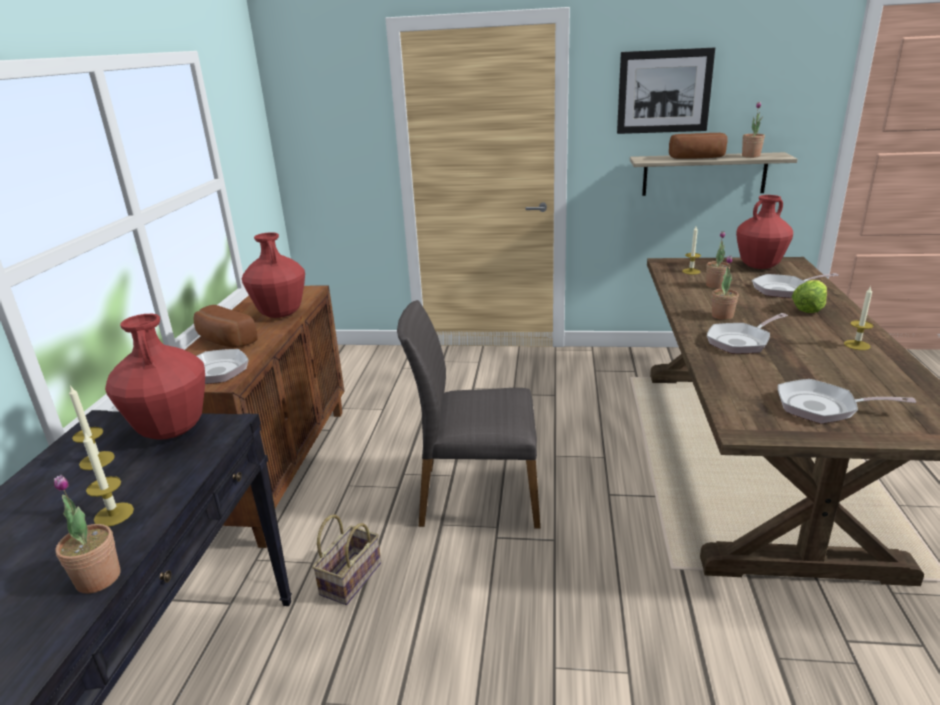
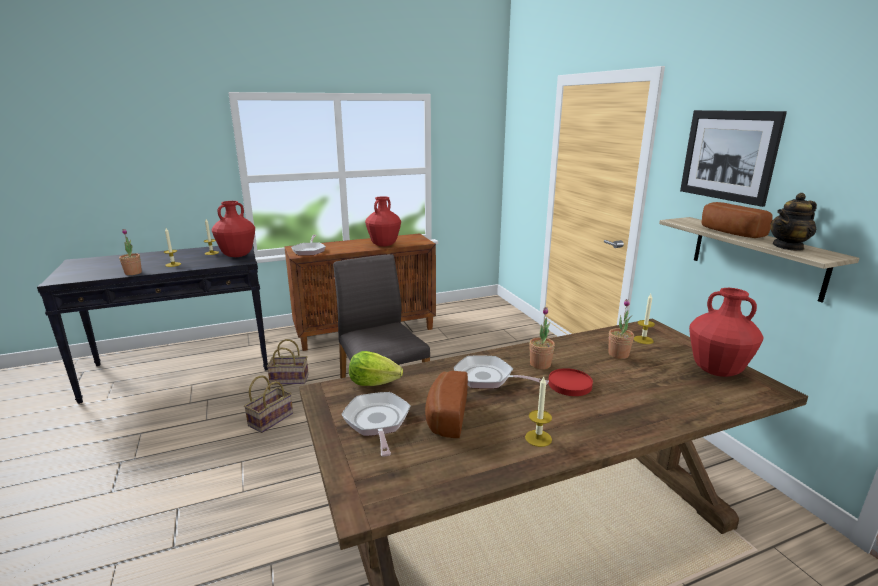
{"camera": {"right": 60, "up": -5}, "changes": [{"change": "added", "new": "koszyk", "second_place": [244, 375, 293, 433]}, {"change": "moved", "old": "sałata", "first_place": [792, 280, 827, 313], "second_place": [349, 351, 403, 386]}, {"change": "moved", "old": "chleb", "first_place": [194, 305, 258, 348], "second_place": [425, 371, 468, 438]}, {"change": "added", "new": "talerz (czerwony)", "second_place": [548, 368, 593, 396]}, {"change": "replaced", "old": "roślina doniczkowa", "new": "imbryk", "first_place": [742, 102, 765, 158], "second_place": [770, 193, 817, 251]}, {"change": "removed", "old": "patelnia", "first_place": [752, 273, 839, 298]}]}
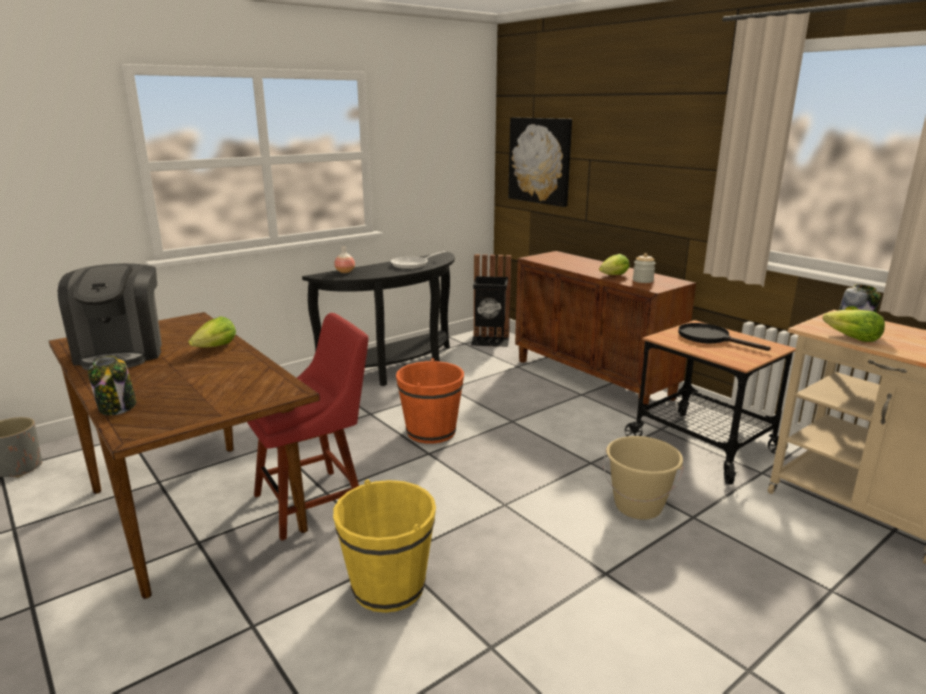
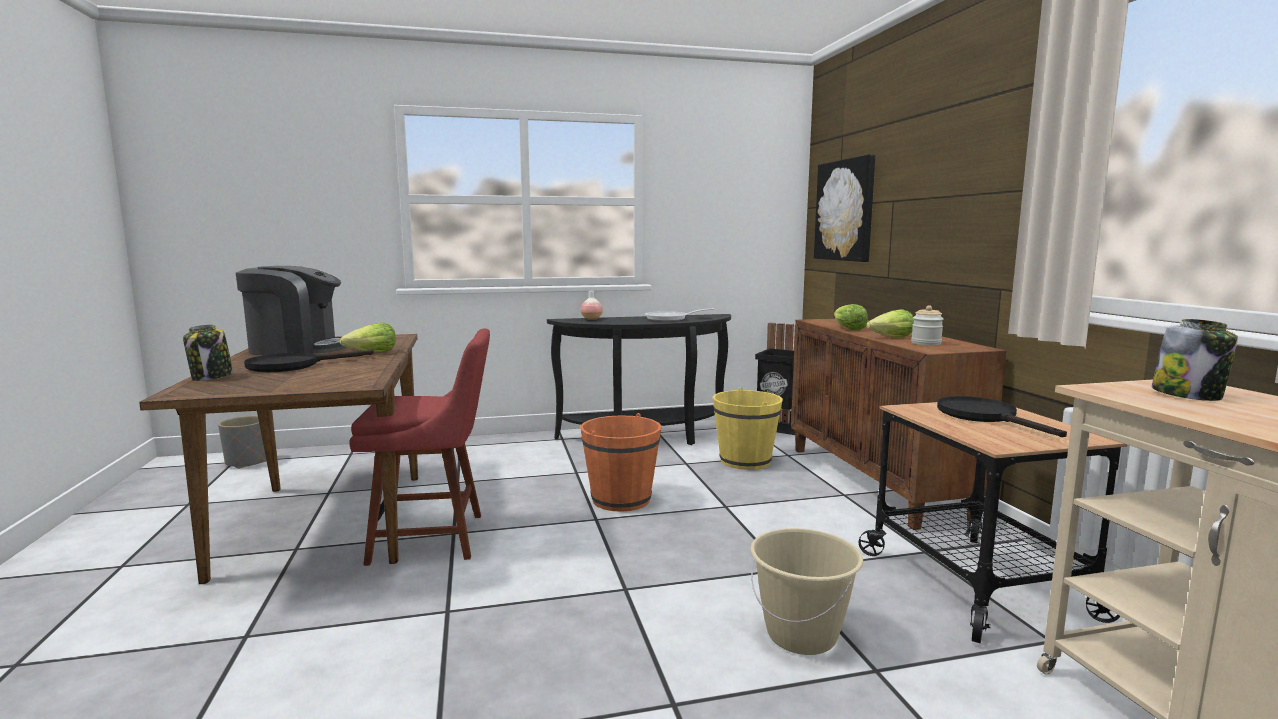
{"camera": {"right": 25, "up": -10}, "changes": [{"change": "turned", "old": "ekspres do kawy", "first_place": [58, 263, 162, 370], "second_place": [236, 266, 347, 355], "degrees": -105}, {"change": "added", "new": "patelnia (czarny)", "second_place": [244, 350, 374, 372]}, {"change": "moved", "old": "wiadro (żółty)", "first_place": [333, 479, 436, 613], "second_place": [713, 387, 783, 470]}, {"change": "moved", "old": "sałata", "first_place": [822, 309, 885, 342], "second_place": [834, 304, 868, 331]}]}
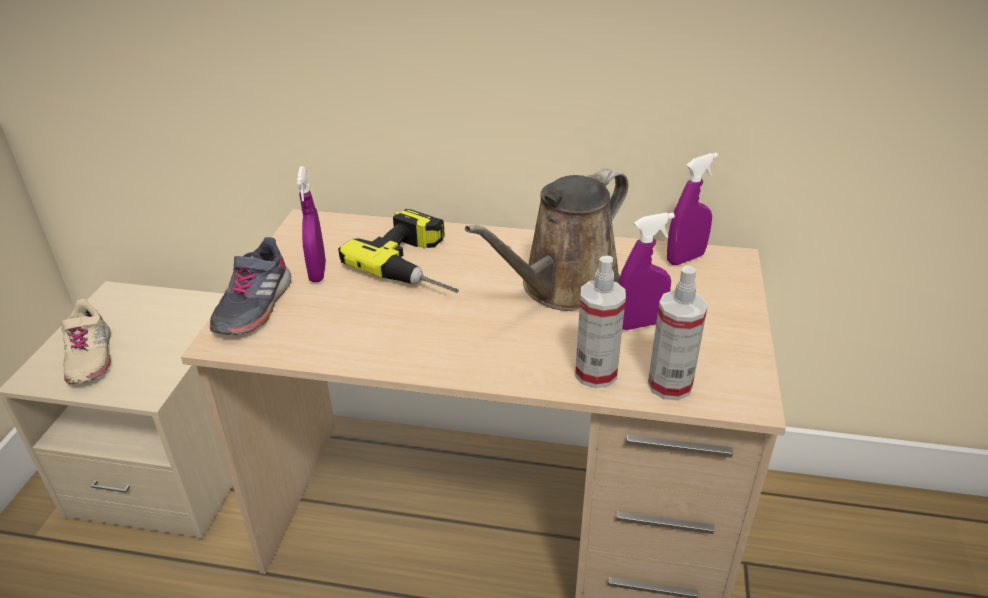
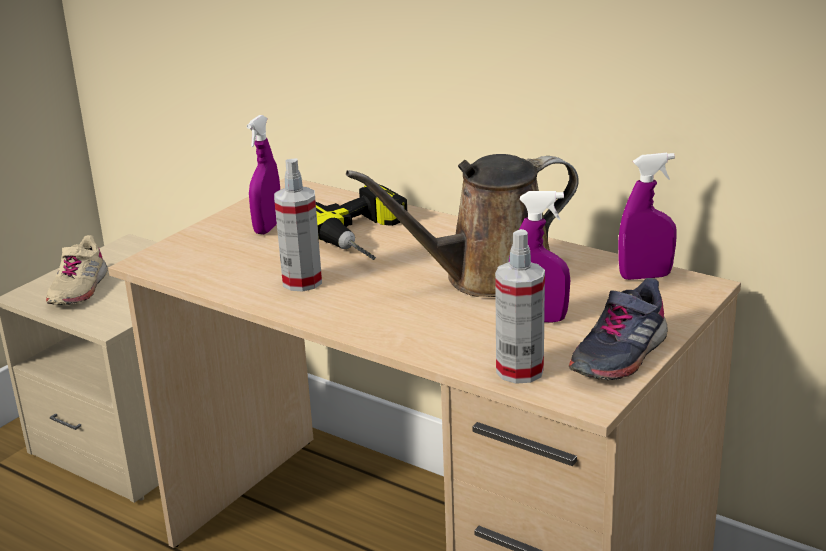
{"camera": {"right": 25, "up": -10}, "changes": [{"change": "moved", "old": "spryskiwacz", "first_place": [575, 256, 626, 388], "second_place": [274, 158, 322, 291]}, {"change": "moved", "old": "but (szary)", "first_place": [210, 237, 291, 335], "second_place": [569, 278, 668, 380]}]}
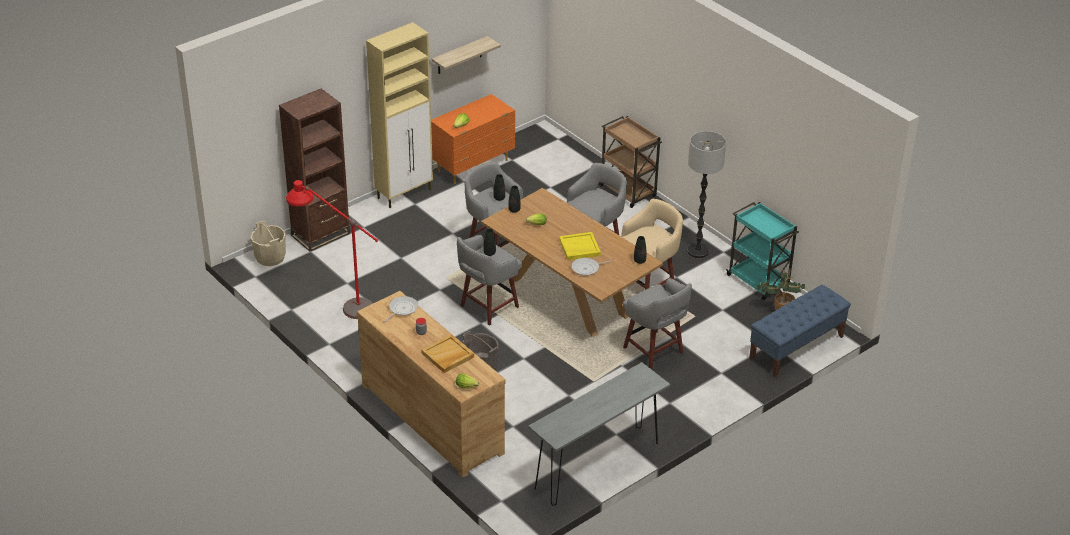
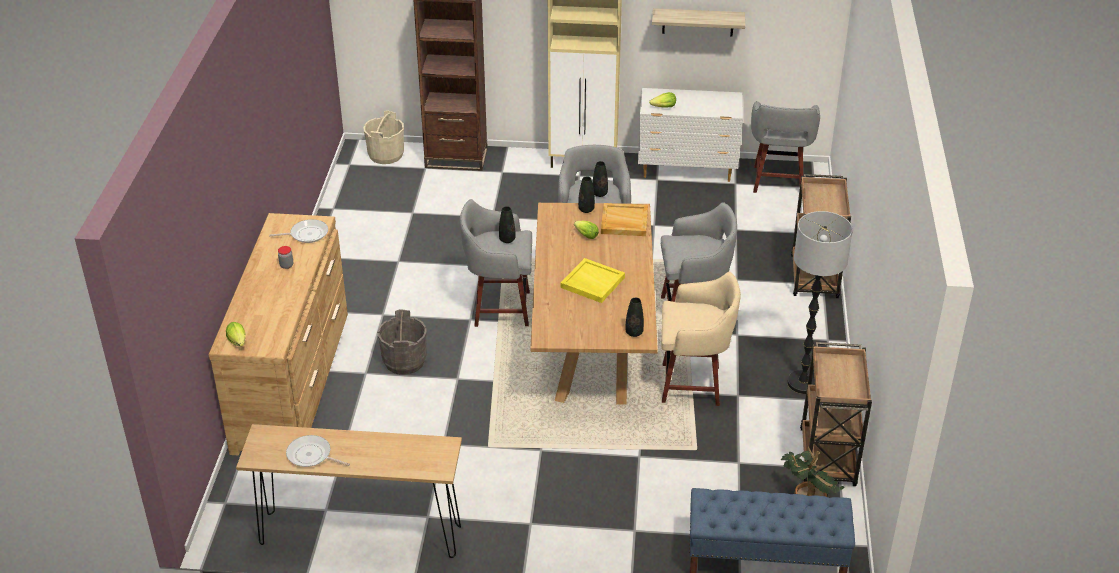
{"camera": {"right": 45, "up": 0}, "changes": [{"change": "recoloured", "old": "stolik konsolowy (szary)", "new": "stolik konsolowy (brązowy)", "first_place": [528, 362, 670, 506], "second_place": [236, 424, 462, 558]}, {"change": "moved", "old": "patelnia", "first_place": [572, 258, 612, 276], "second_place": [286, 435, 350, 467]}, {"change": "moved", "old": "taca (beżowy)", "first_place": [421, 334, 474, 373], "second_place": [601, 203, 648, 236]}, {"change": "recoloured", "old": "komoda (pomarańczowy)", "new": "komoda (biały)", "first_place": [431, 94, 515, 184], "second_place": [638, 88, 743, 182]}, {"change": "moved", "old": "stołek (szary)", "first_place": [623, 278, 692, 370], "second_place": [751, 101, 820, 193]}, {"change": "recoloured", "old": "wózek (turkusowy)", "new": "wózek (brązowy)", "first_place": [726, 202, 799, 300], "second_place": [800, 342, 872, 486]}, {"change": "removed", "old": "lampa stojąca (czerwony)", "first_place": [286, 180, 378, 319]}]}
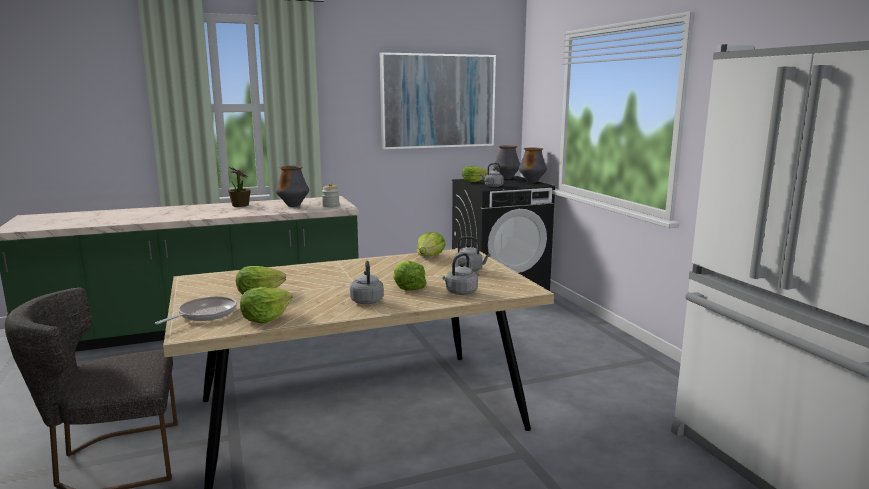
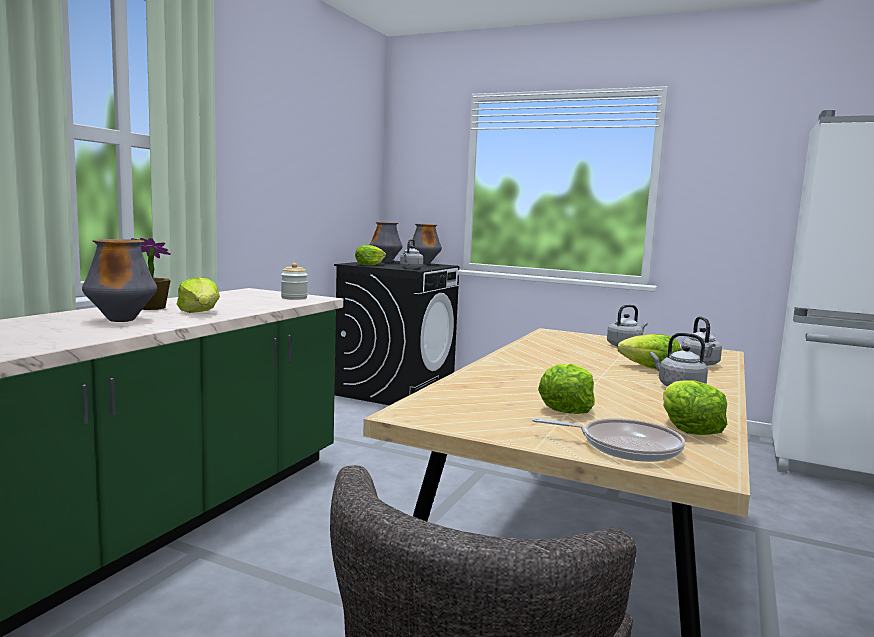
{"camera": {"right": -45, "up": -5}, "changes": [{"change": "moved", "old": "wazon", "first_place": [275, 166, 309, 207], "second_place": [82, 239, 157, 322]}, {"change": "moved", "old": "sałata", "first_place": [417, 232, 446, 256], "second_place": [177, 277, 220, 313]}, {"change": "turned", "old": "patelnia", "first_place": [155, 296, 237, 324], "second_place": [532, 418, 685, 462], "degrees": 120}, {"change": "removed", "old": "obraz", "first_place": [380, 52, 496, 149]}]}
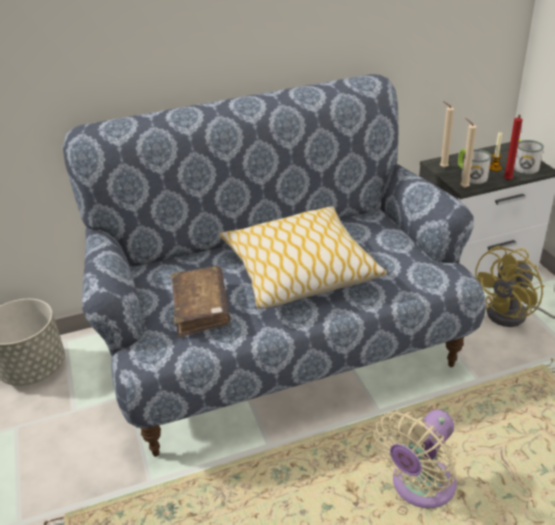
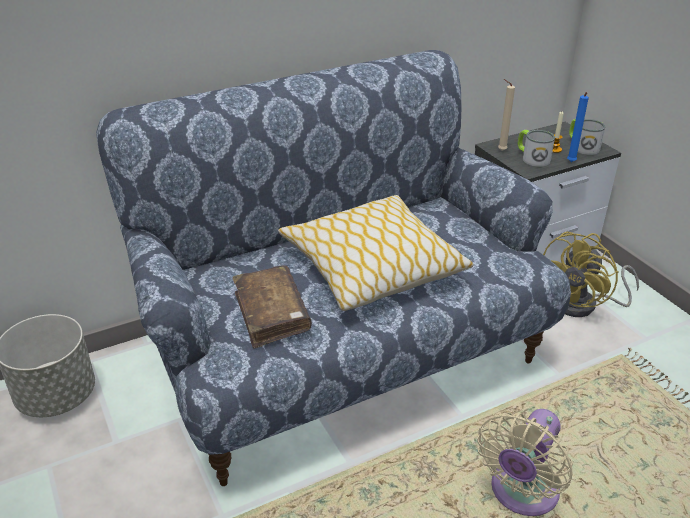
{"camera": {"right": -10, "up": 0}, "changes": [{"change": "recoloured", "old": "świeca (czerwony)", "new": "świeca (niebieski)", "first_place": [504, 115, 522, 180], "second_place": [567, 92, 589, 162]}, {"change": "removed", "old": "świeca (beżowy)", "first_place": [460, 118, 477, 188]}]}
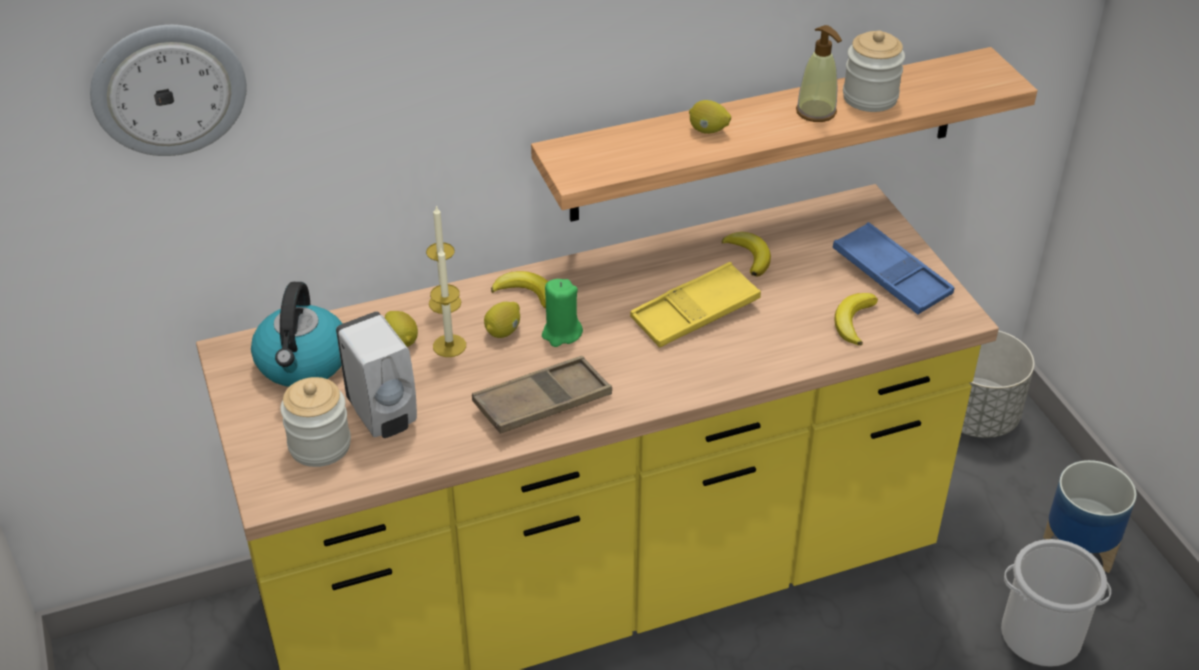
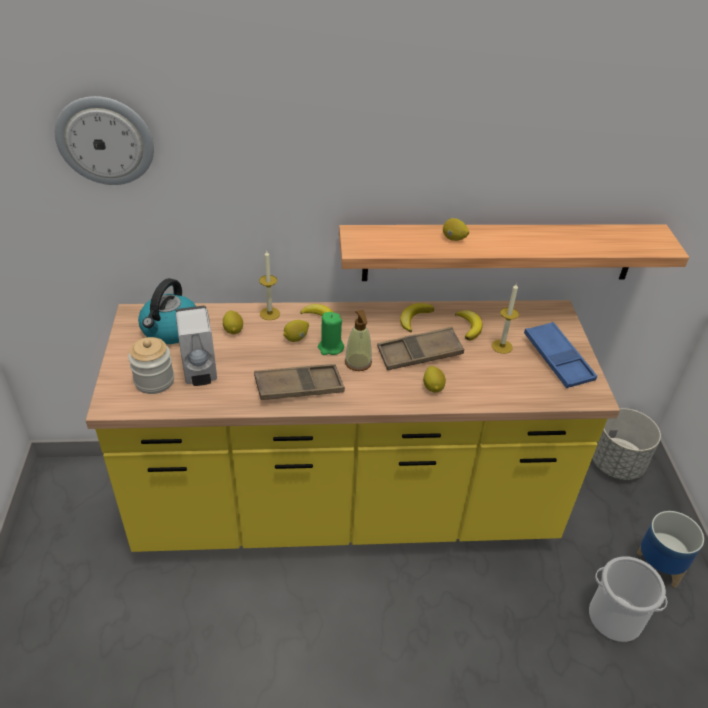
{"camera": {"right": 15, "up": 0}, "changes": [{"change": "moved", "old": "dozownik mydła", "first_place": [796, 25, 842, 122], "second_place": [345, 310, 372, 371]}, {"change": "recoloured", "old": "taca (żółty)", "new": "taca (brązowy)", "first_place": [630, 262, 761, 348], "second_place": [377, 327, 464, 370]}, {"change": "moved", "old": "banan", "first_place": [834, 293, 878, 346], "second_place": [400, 303, 434, 332]}, {"change": "added", "new": "cytryna", "second_place": [423, 366, 446, 393]}, {"change": "moved", "old": "świeca", "first_place": [430, 248, 466, 357], "second_place": [492, 283, 519, 354]}, {"change": "removed", "old": "słoik", "first_place": [843, 30, 905, 112]}]}
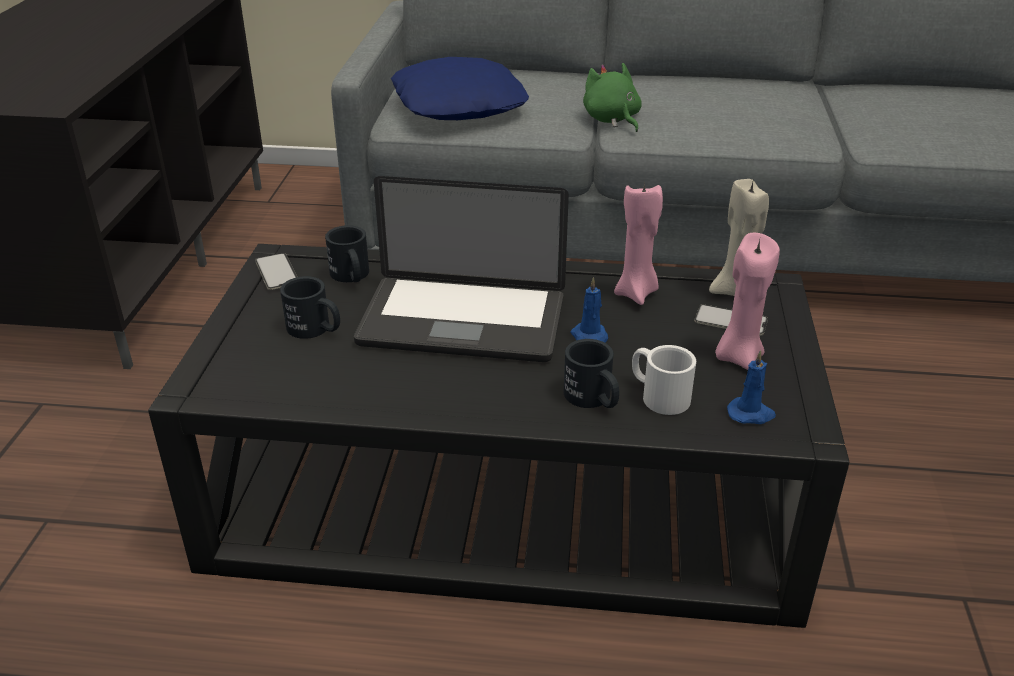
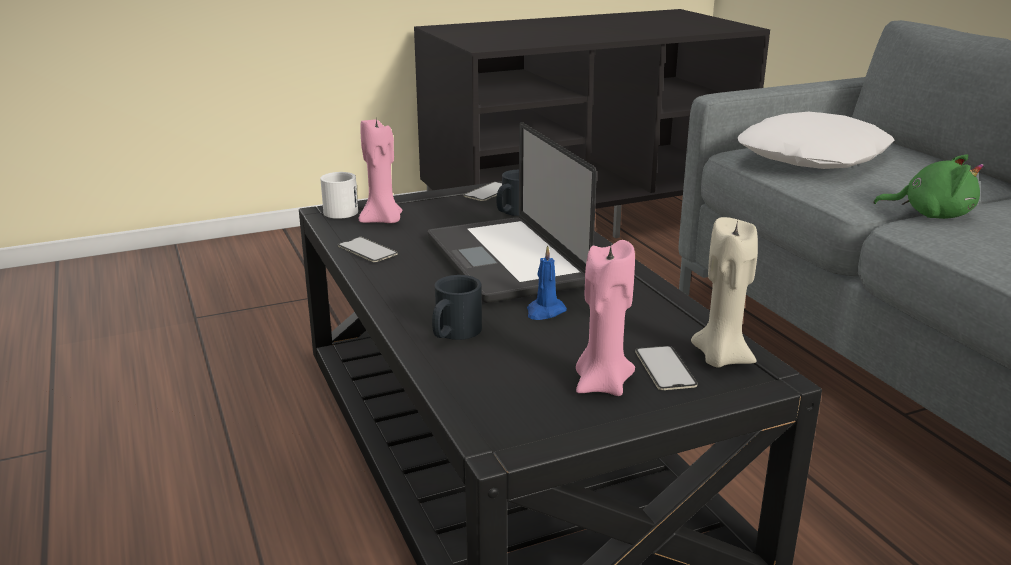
{"camera": {"right": 60, "up": -10}, "changes": [{"change": "moved", "old": "kubek (biały)", "first_place": [632, 345, 696, 415], "second_place": [320, 172, 358, 219]}, {"change": "added", "new": "telefon", "second_place": [338, 237, 398, 262]}, {"change": "moved", "old": "świeca (różowy)", "first_place": [614, 183, 663, 305], "second_place": [359, 117, 402, 223]}, {"change": "recoloured", "old": "poduszka (niebieski)", "new": "poduszka (biały)", "first_place": [391, 57, 529, 120], "second_place": [738, 112, 895, 169]}, {"change": "turned", "old": "pluszak (zielony)", "first_place": [583, 63, 642, 132], "second_place": [873, 154, 984, 219], "degrees": 75}, {"change": "removed", "old": "kubek (czarny)", "first_place": [280, 276, 340, 339]}, {"change": "removed", "old": "świeca (niebieski)", "first_place": [727, 350, 776, 424]}]}
